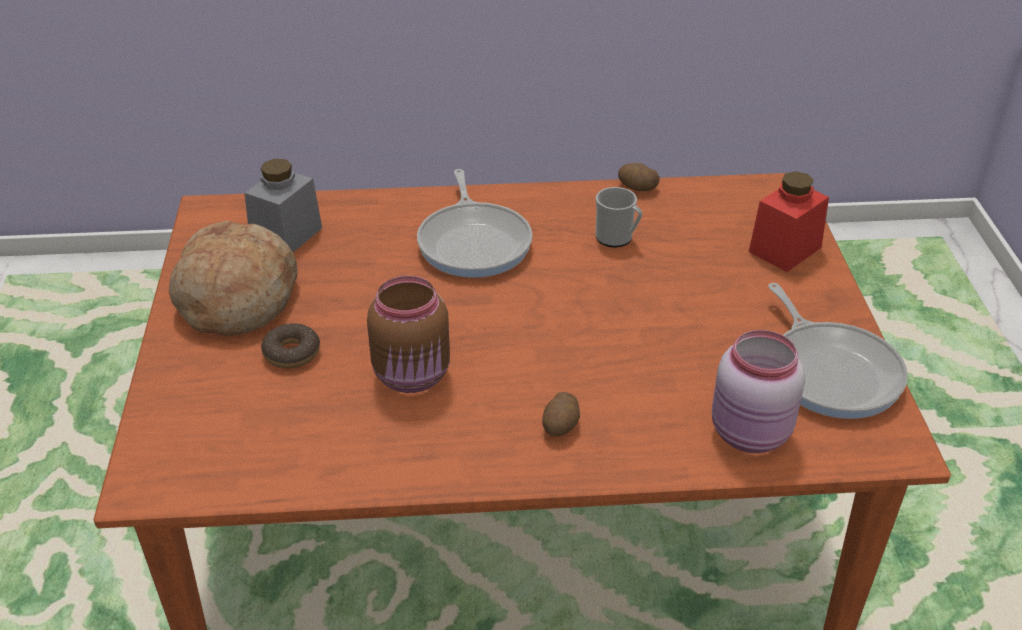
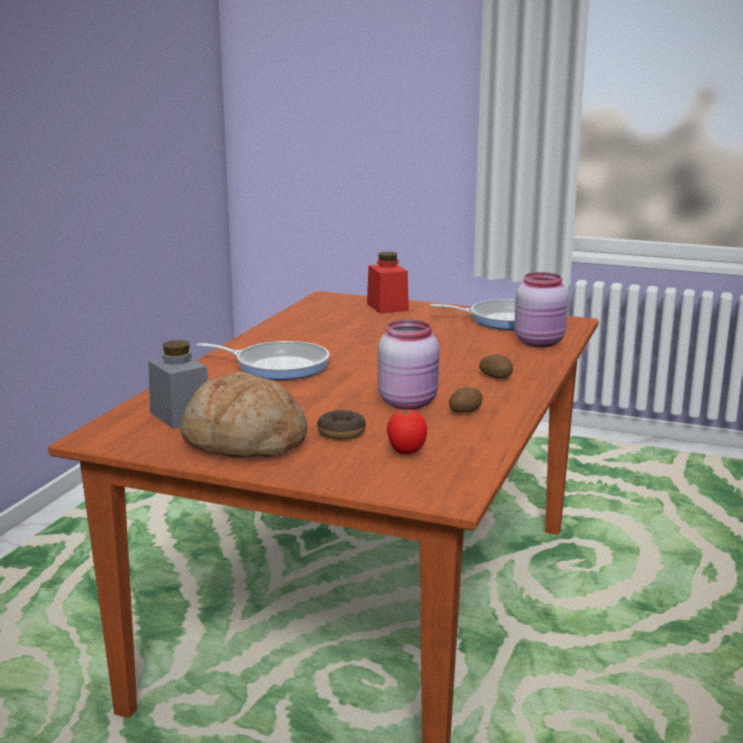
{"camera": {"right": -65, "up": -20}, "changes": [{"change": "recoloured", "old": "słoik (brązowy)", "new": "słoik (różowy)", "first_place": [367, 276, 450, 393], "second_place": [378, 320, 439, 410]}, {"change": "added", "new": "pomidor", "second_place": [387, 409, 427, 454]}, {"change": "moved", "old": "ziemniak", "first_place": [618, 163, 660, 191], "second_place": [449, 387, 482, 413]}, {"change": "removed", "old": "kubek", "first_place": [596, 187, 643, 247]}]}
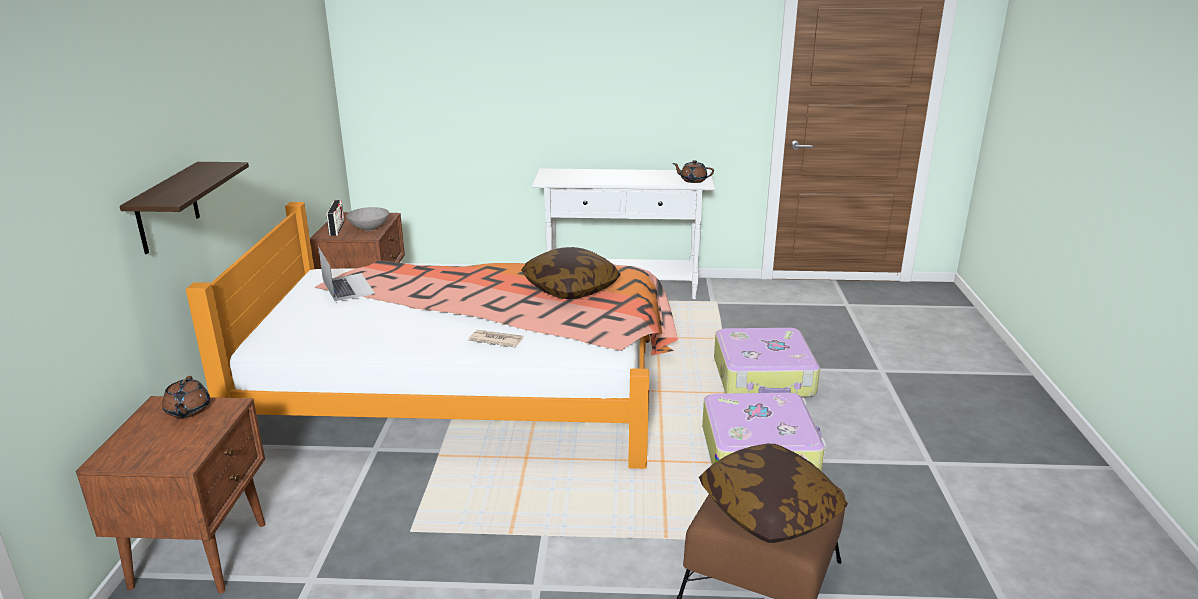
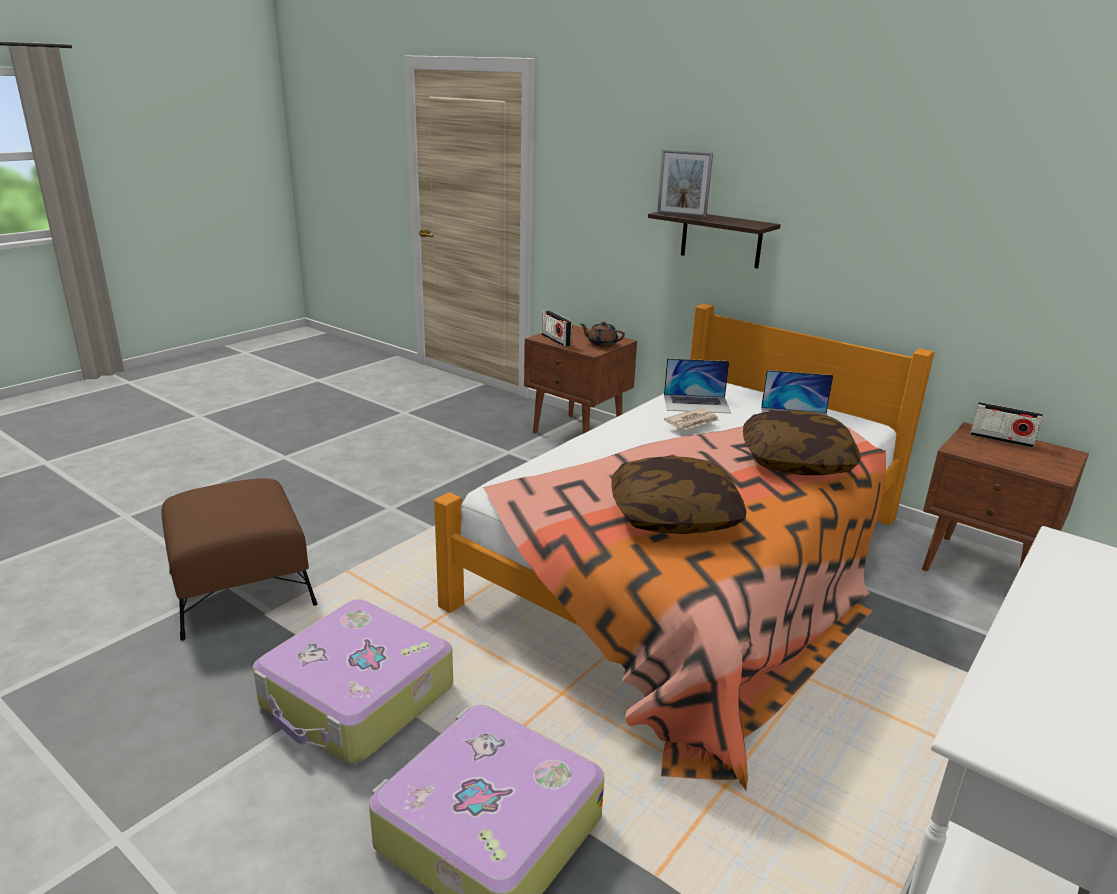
{"camera": {"right": 125, "up": 0}, "changes": [{"change": "added", "new": "radio", "second_place": [542, 310, 572, 347]}, {"change": "added", "new": "ramka na zdjęcie", "second_place": [657, 149, 713, 218]}, {"change": "added", "new": "laptop", "second_place": [664, 358, 731, 413]}, {"change": "moved", "old": "gazeta", "first_place": [468, 330, 524, 347], "second_place": [664, 408, 719, 430]}, {"change": "moved", "old": "poduszka", "first_place": [699, 444, 848, 543], "second_place": [743, 410, 861, 475]}, {"change": "removed", "old": "miska (szary)", "first_place": [346, 207, 389, 231]}, {"change": "removed", "old": "imbryk (brązowy)", "first_place": [672, 160, 714, 183]}]}
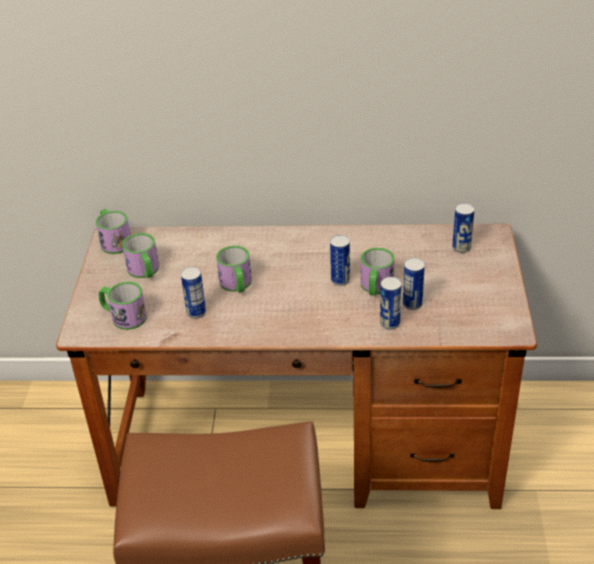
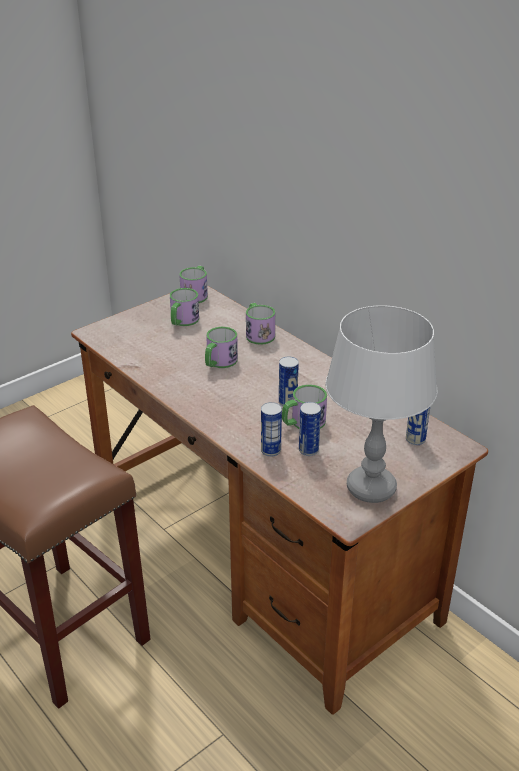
{"camera": {"right": 45, "up": -5}, "changes": [{"change": "moved", "old": "kubek", "first_place": [99, 282, 147, 330], "second_place": [246, 303, 275, 345]}, {"change": "added", "new": "lampa stołowa (szary)", "second_place": [325, 305, 438, 503]}, {"change": "removed", "old": "puszka", "first_place": [181, 267, 206, 319]}]}
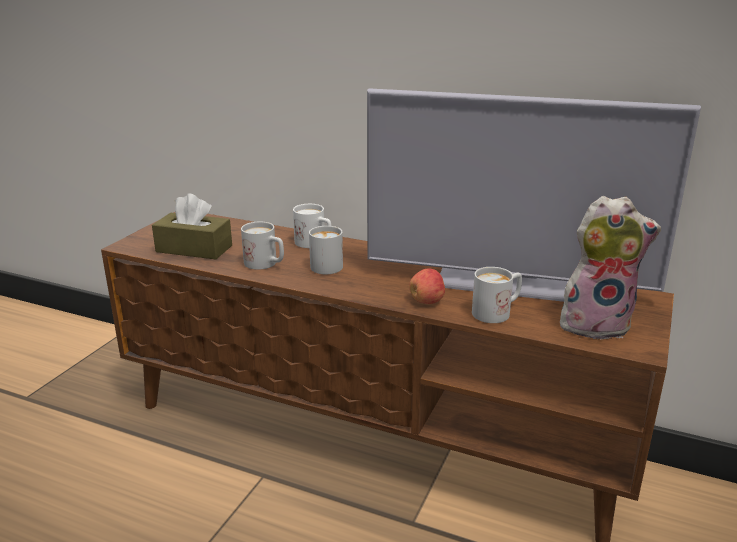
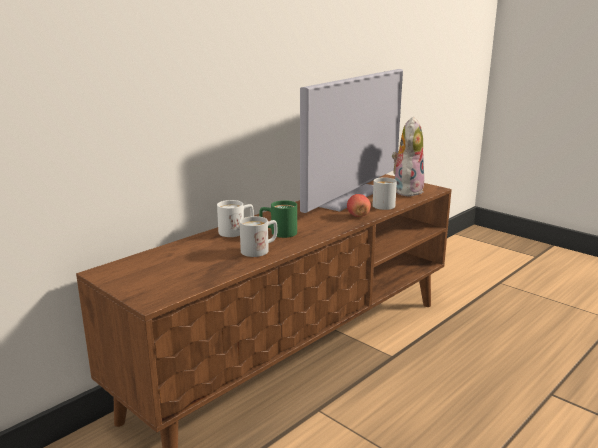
{"camera": {"right": -70, "up": -5}, "changes": [{"change": "recoloured", "old": "kubek (biały)", "new": "kubek (zielony)", "first_place": [309, 226, 343, 274], "second_place": [259, 200, 297, 238]}, {"change": "removed", "old": "pudełko chusteczek (brązowy)", "first_place": [152, 193, 232, 260]}]}
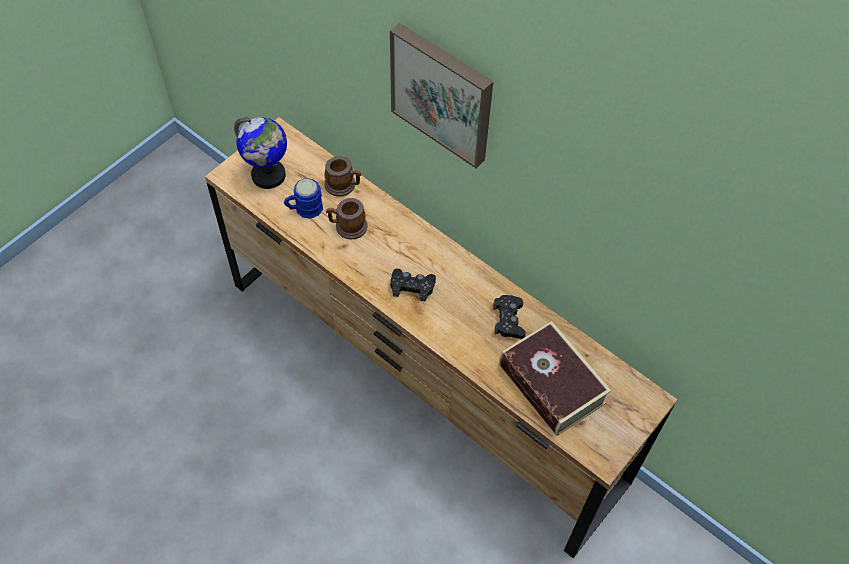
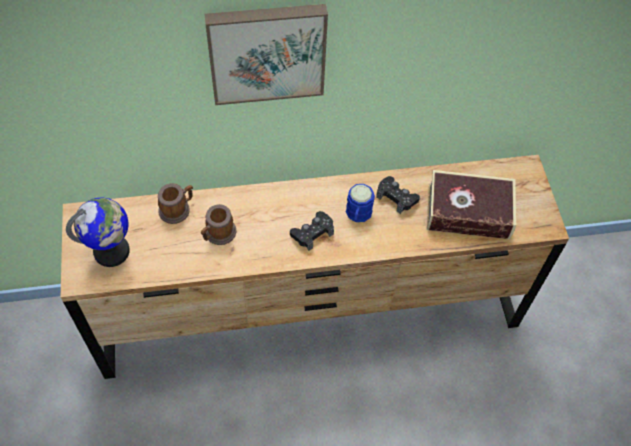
{"camera": {"right": -50, "up": 0}, "changes": [{"change": "moved", "old": "kubek (niebieski)", "first_place": [284, 178, 323, 219], "second_place": [346, 184, 375, 222]}]}
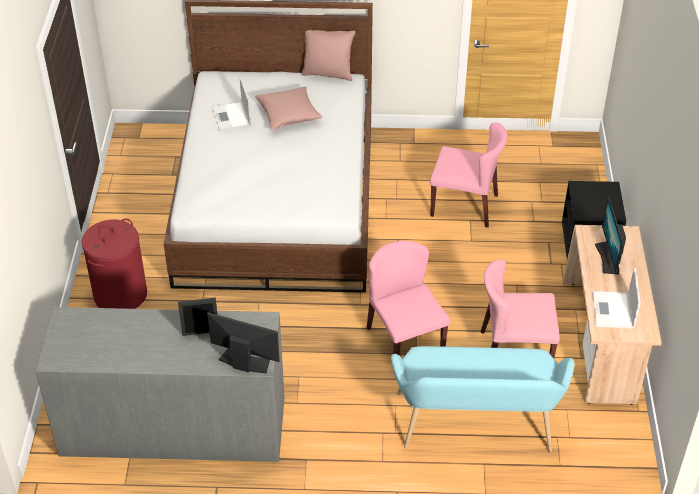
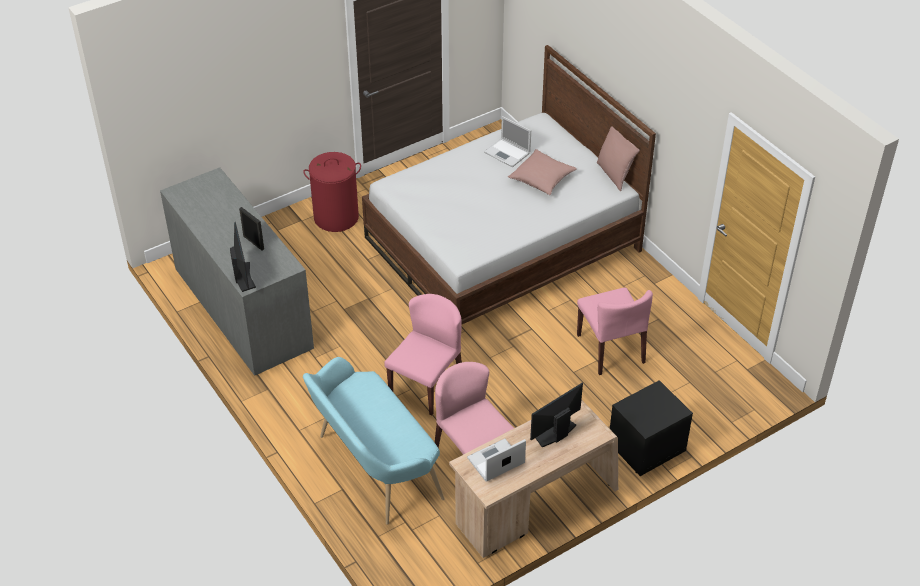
{"camera": {"right": 55, "up": 0}, "changes": [{"change": "turned", "old": "laptop", "first_place": [212, 77, 251, 132], "second_place": [484, 116, 531, 167], "degrees": -90}]}
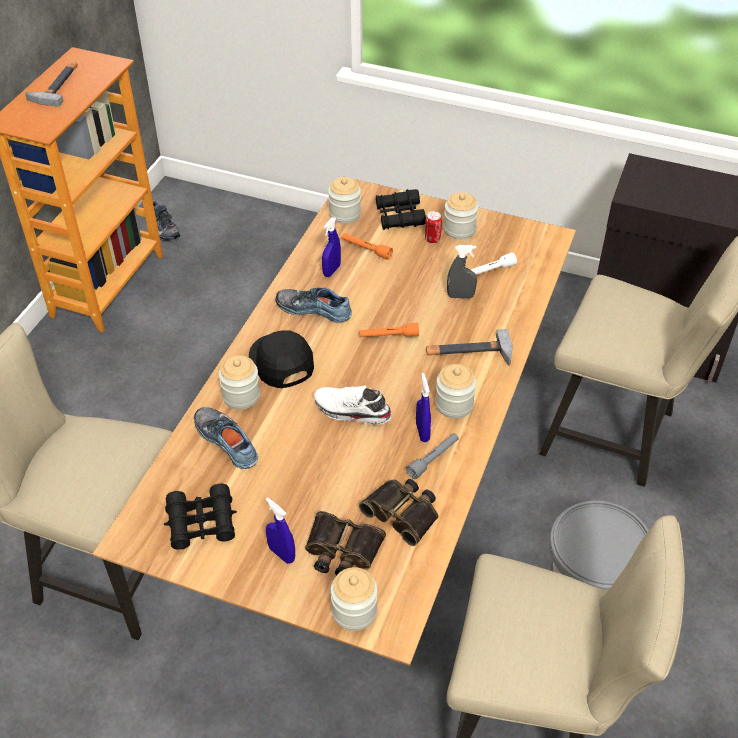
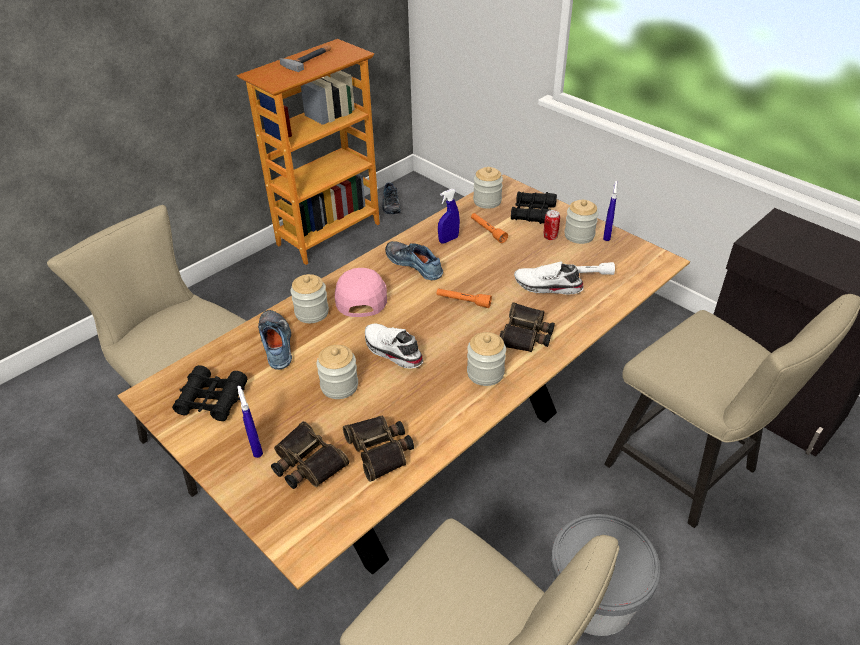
{"camera": {"right": 25, "up": -5}, "changes": [{"change": "moved", "old": "słoik", "first_place": [331, 567, 378, 631], "second_place": [316, 345, 358, 399]}, {"change": "recoloured", "old": "czapka z daszkiem (czarny)", "new": "czapka z daszkiem (różowy)", "first_place": [249, 330, 314, 388], "second_place": [335, 268, 387, 317]}, {"change": "replaced", "old": "młotek", "new": "lornetka", "first_place": [426, 329, 513, 366], "second_place": [499, 302, 555, 352]}, {"change": "replaced", "old": "spryskiwacz (szary)", "new": "but (biały)", "first_place": [447, 245, 477, 299], "second_place": [514, 261, 584, 295]}, {"change": "moved", "old": "spryskiwacz (niebieski)", "first_place": [416, 373, 431, 442], "second_place": [603, 181, 618, 241]}, {"change": "removed", "old": "latarka (szary)", "first_place": [406, 433, 459, 479]}]}
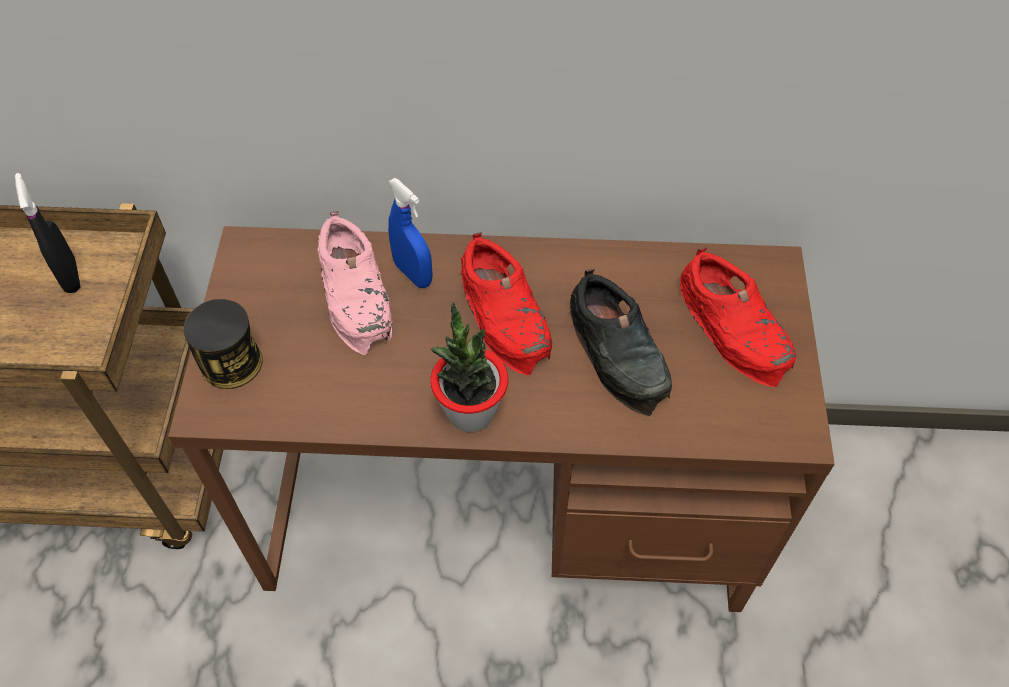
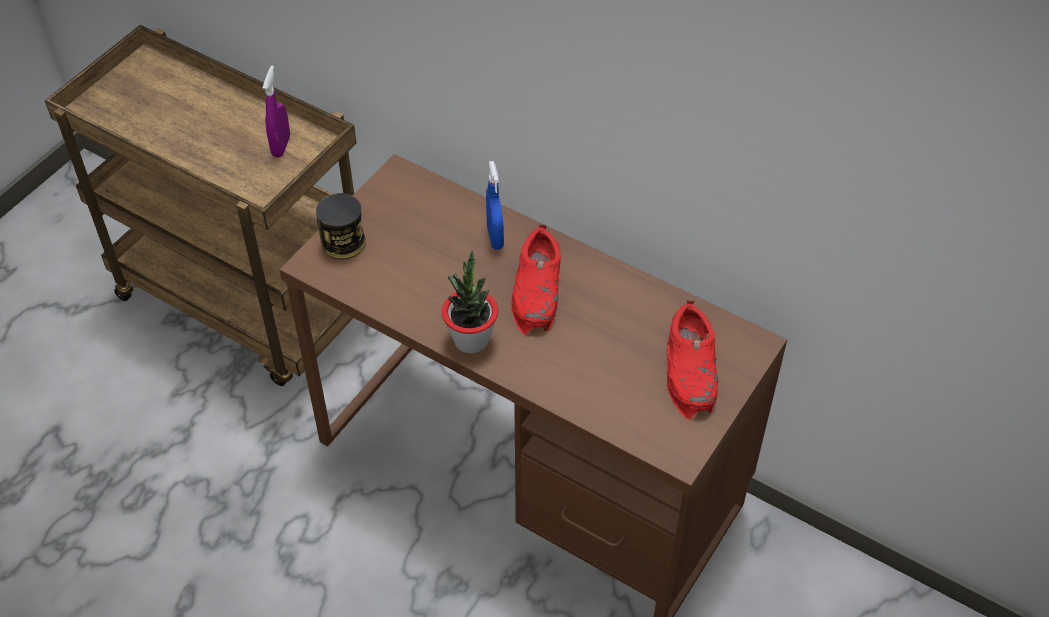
{"camera": {"right": 30, "up": -5}, "changes": [{"change": "recoloured", "old": "spryskiwacz (czarny)", "new": "spryskiwacz (fioletowy)", "first_place": [15, 173, 81, 293], "second_place": [263, 66, 290, 157]}, {"change": "removed", "old": "but (różowy)", "first_place": [317, 211, 393, 355]}, {"change": "removed", "old": "but (czarny)", "first_place": [570, 268, 672, 416]}]}
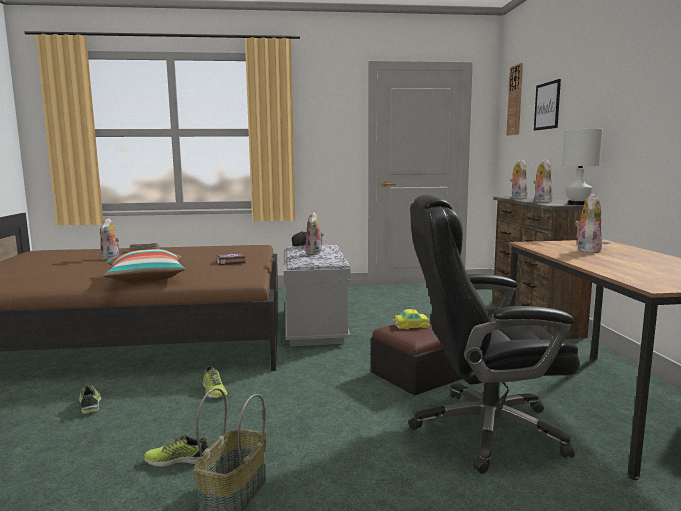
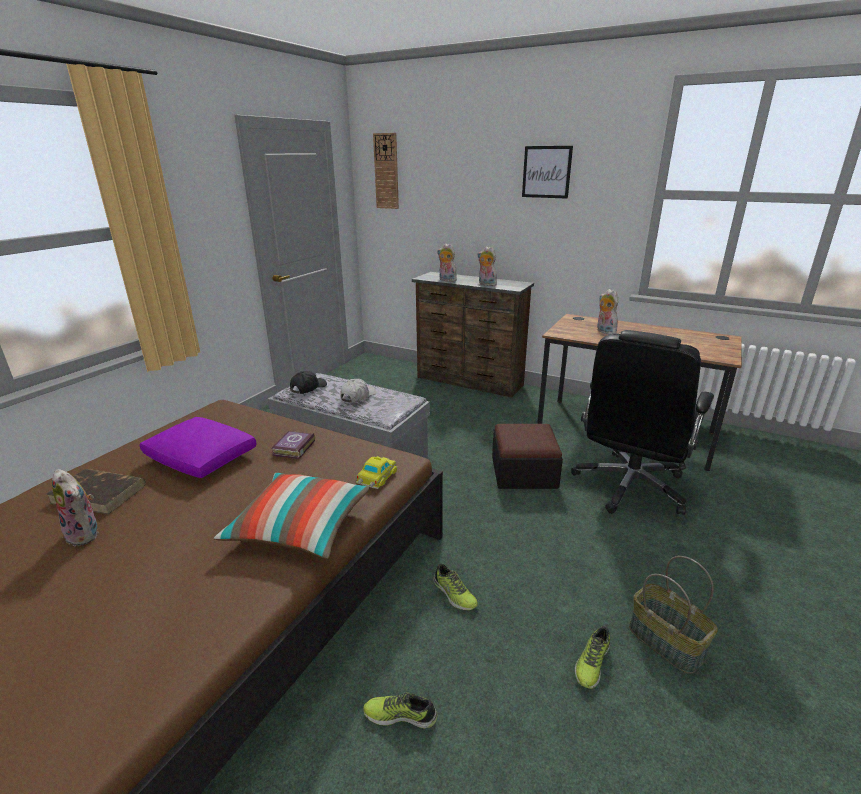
{"camera": {"right": -55, "up": 15}, "changes": [{"change": "added", "new": "poduszka (fioletowy)", "second_place": [140, 417, 257, 478]}, {"change": "replaced", "old": "pluszak", "new": "czapka z daszkiem (biały)", "first_place": [305, 212, 324, 255], "second_place": [340, 379, 377, 403]}, {"change": "moved", "old": "samochodzik", "first_place": [392, 309, 430, 329], "second_place": [356, 456, 397, 489]}, {"change": "turned", "old": "but", "first_place": [203, 366, 228, 398], "second_place": [433, 563, 478, 610], "degrees": 45}, {"change": "moved", "old": "obraz", "first_place": [534, 79, 561, 131], "second_place": [522, 146, 573, 199]}, {"change": "removed", "old": "lampa stołowa (biały)", "first_place": [562, 129, 603, 205]}]}
